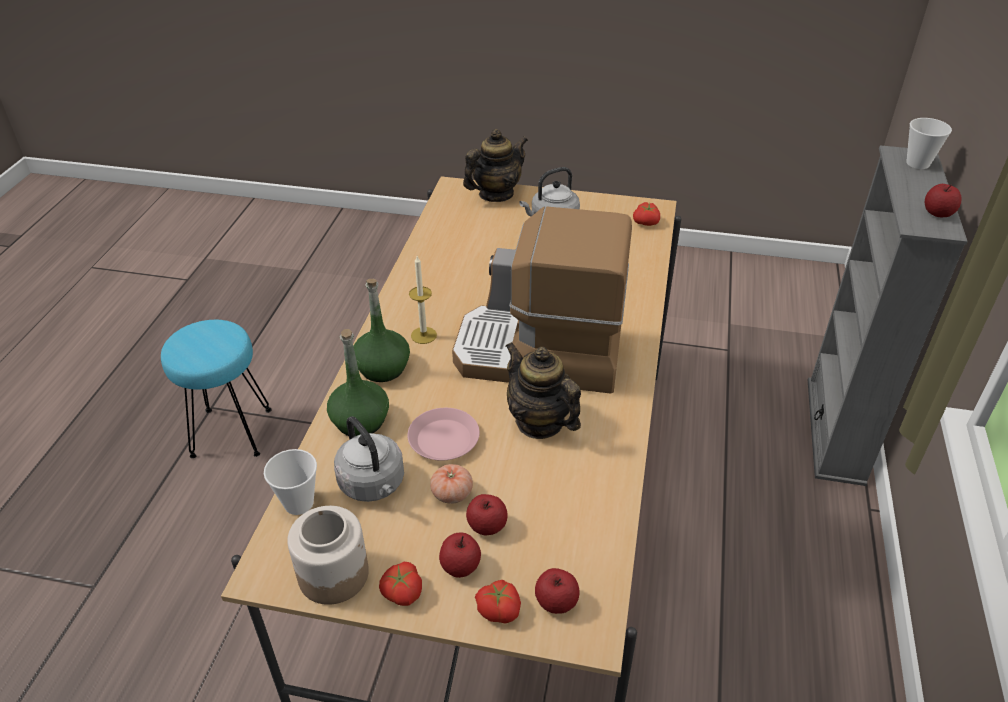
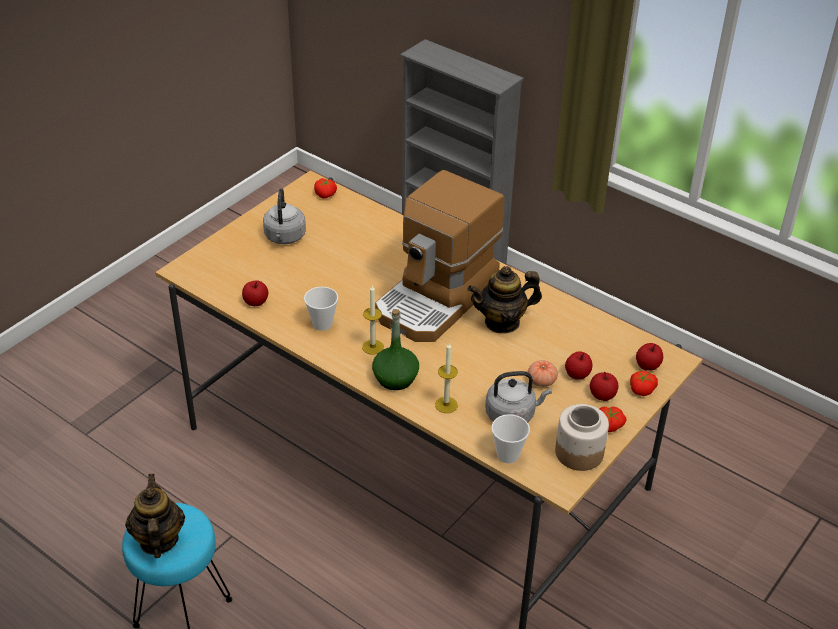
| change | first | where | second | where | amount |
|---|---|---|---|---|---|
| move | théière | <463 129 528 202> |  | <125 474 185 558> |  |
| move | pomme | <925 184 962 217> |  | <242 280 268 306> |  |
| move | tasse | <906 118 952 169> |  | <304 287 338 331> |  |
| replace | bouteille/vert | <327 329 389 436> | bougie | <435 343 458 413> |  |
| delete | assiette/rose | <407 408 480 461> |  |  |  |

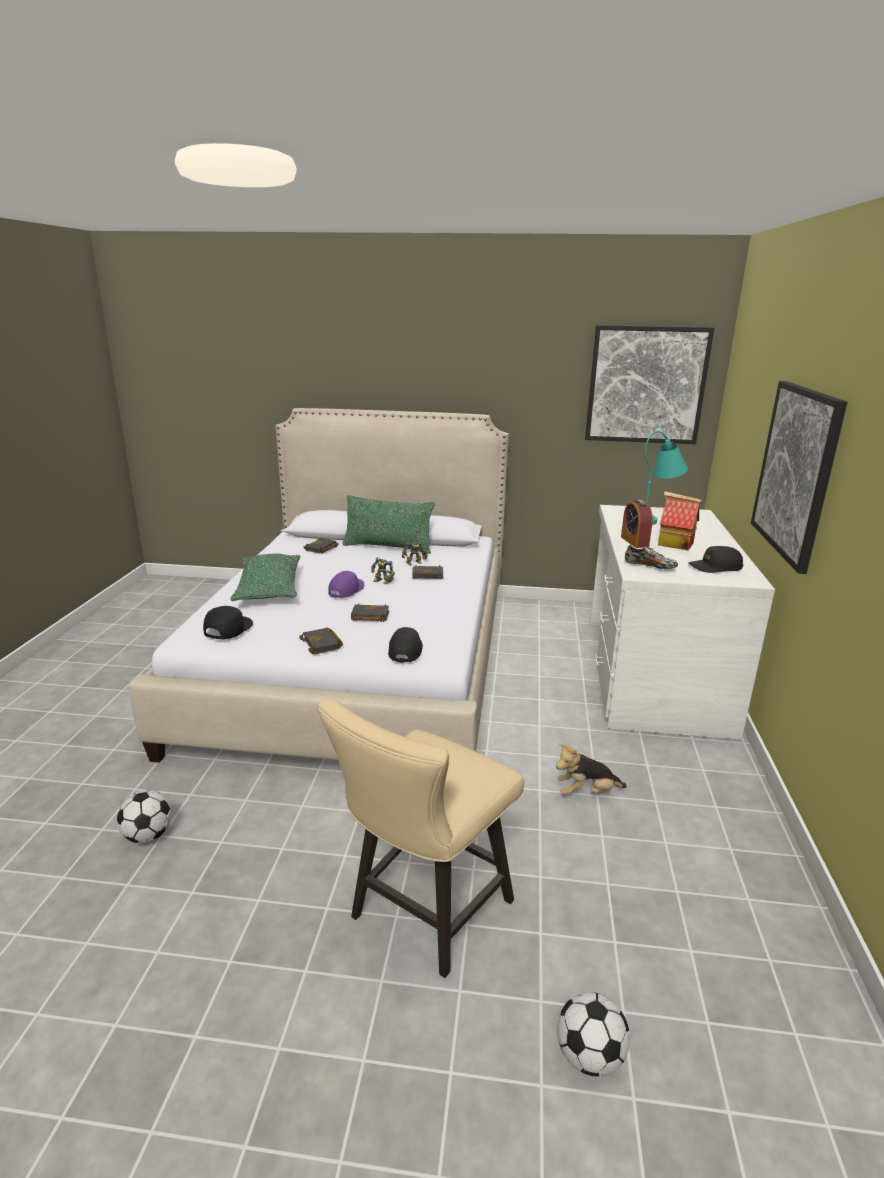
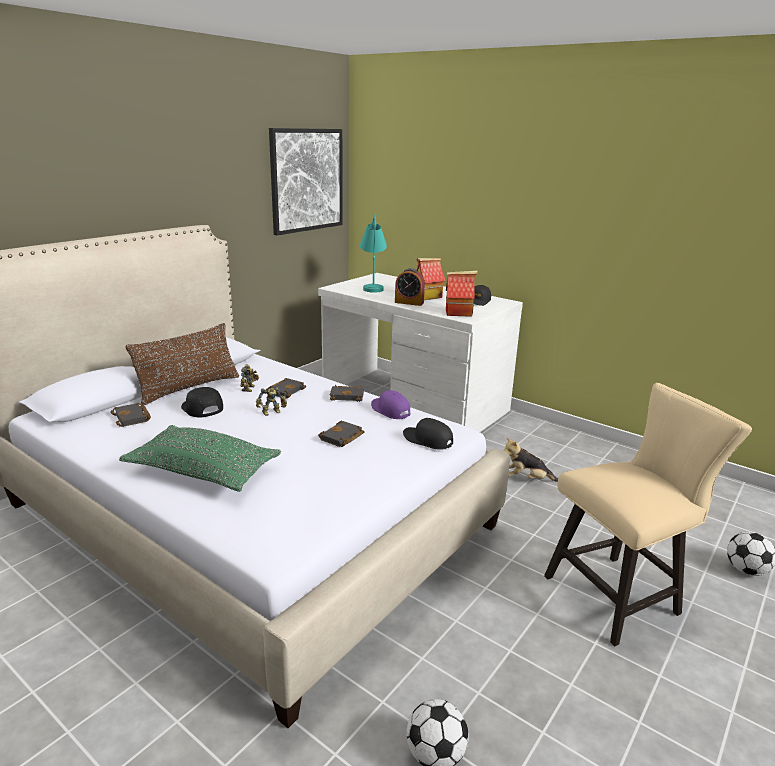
| change | first | where | second | where | amount |
|---|---|---|---|---|---|
| recolor | coussin/vert | <342 495 435 554> | coussin/marron | <126 323 239 405> |  |
| move | casquette/noir | <203 606 253 639> |  | <181 387 223 418> |  |
| move | livre/noir | <299 627 343 654> |  | <330 385 364 402> |  |
| move | casquette/violet | <328 571 364 598> |  | <371 390 410 419> |  |
| replace | chaussure | <625 545 678 569> | maison miniature | <446 271 478 317> |  |
| rotate | peluche | <556 744 627 795> |  | <503 437 558 482> | 75 degrees clockwise |
| rotate | chaise/beige | <317 699 524 978> |  | <544 383 752 647> | 90 degrees counterclockwise |
| delete | tableau | <751 381 847 574> |  |  |  |

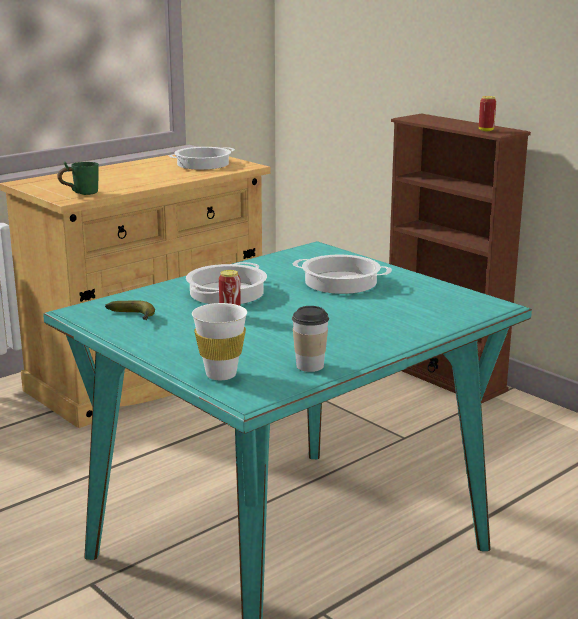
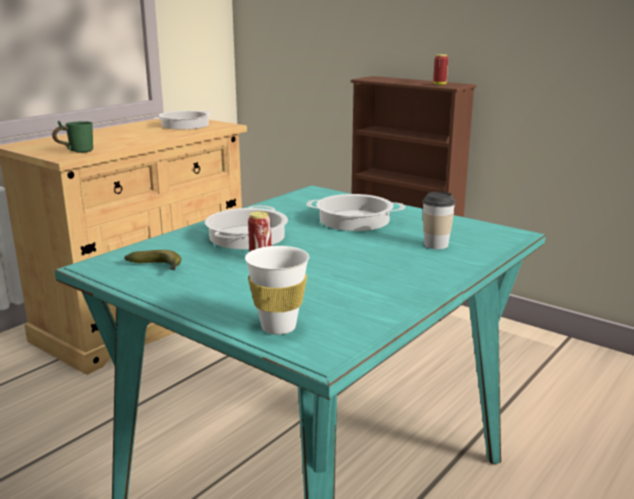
| change | first | where | second | where | amount |
|---|---|---|---|---|---|
| move | tasse | <292 306 329 372> |  | <422 192 456 249> |  |

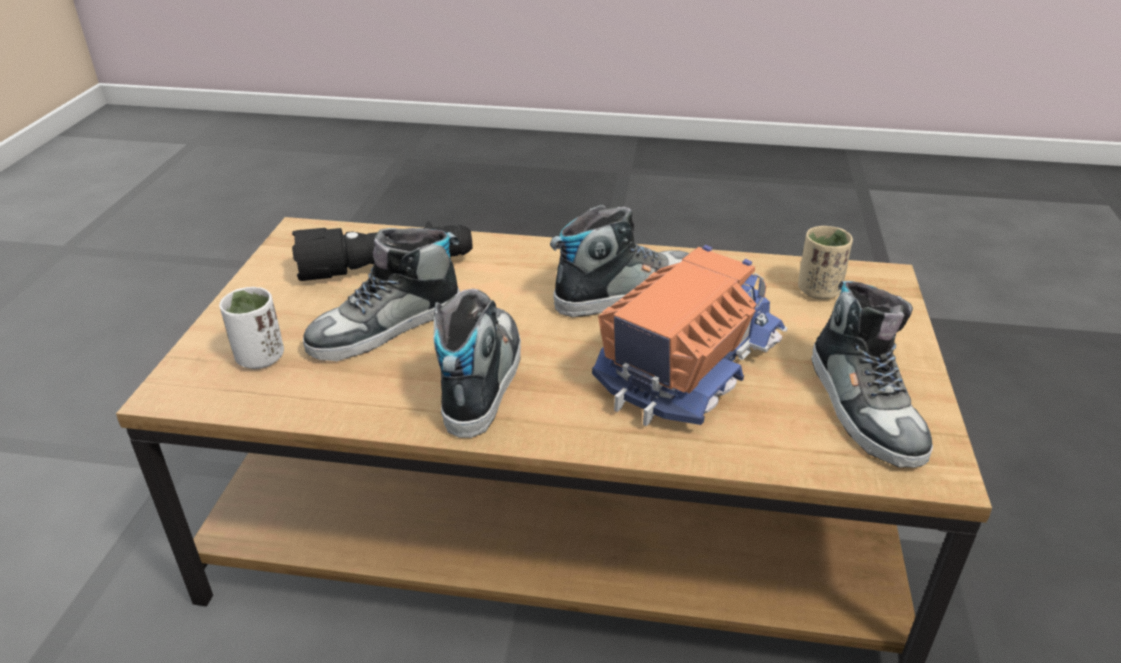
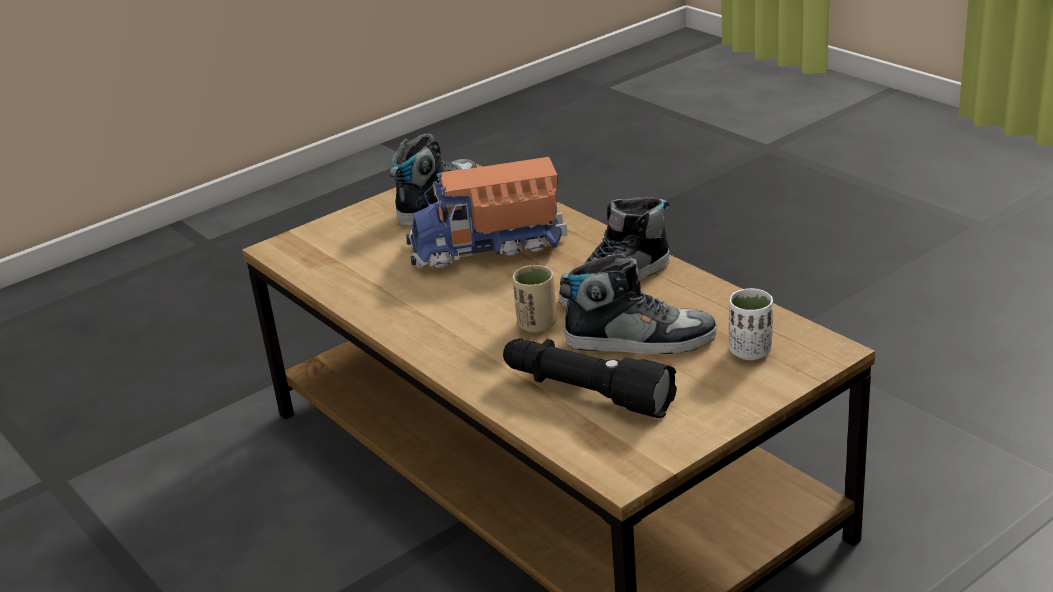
| change | first | where | second | where | amount |
|---|---|---|---|---|---|
| move | tasse/beige | <798 226 853 300> |  | <512 265 557 333> |  |
| delete | chaussure | <550 205 690 317> |  |  |  |

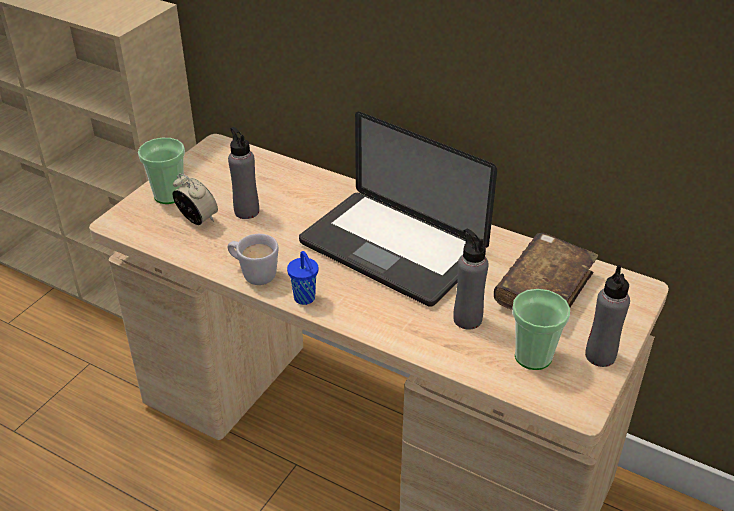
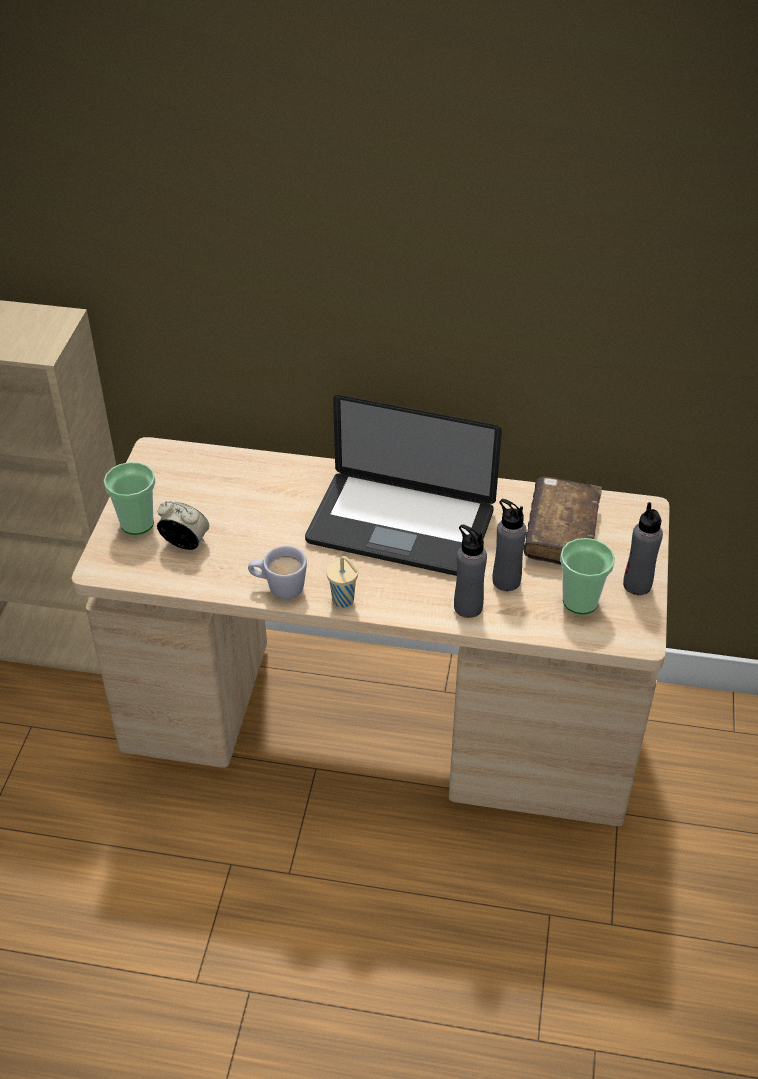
| change | first | where | second | where | amount |
|---|---|---|---|---|---|
| recolor | tasse/bleu | <287 251 318 305> | tasse/beige | <326 556 358 608> |  |
| move | bouteille/gris | <228 127 259 219> |  | <454 525 487 618> |  |

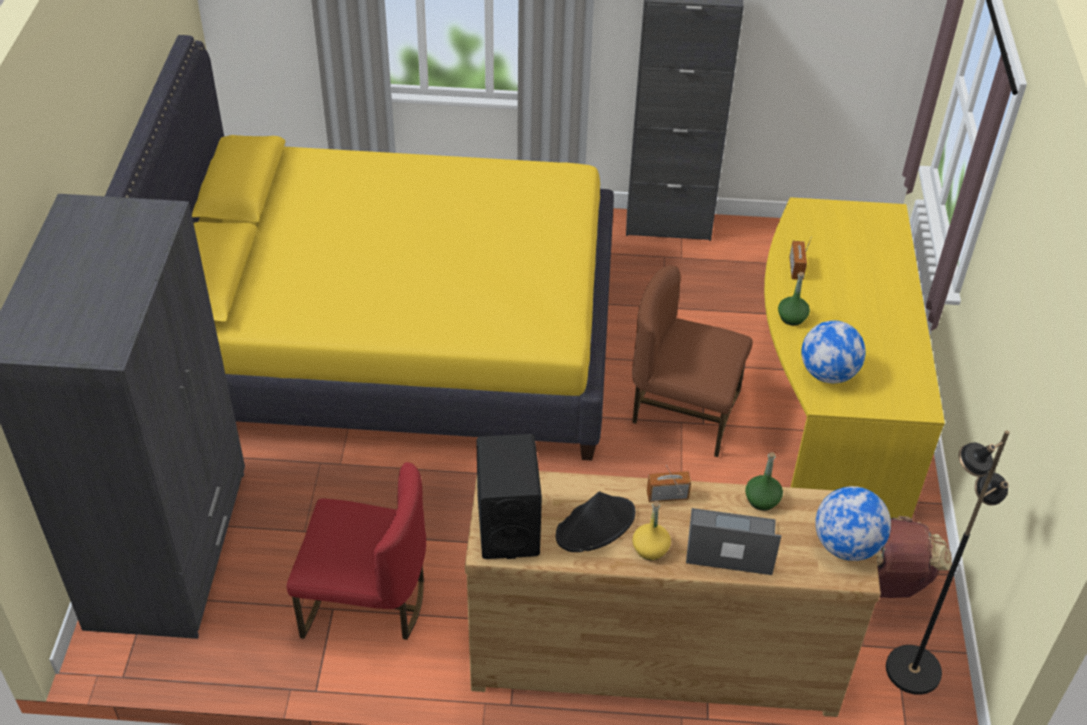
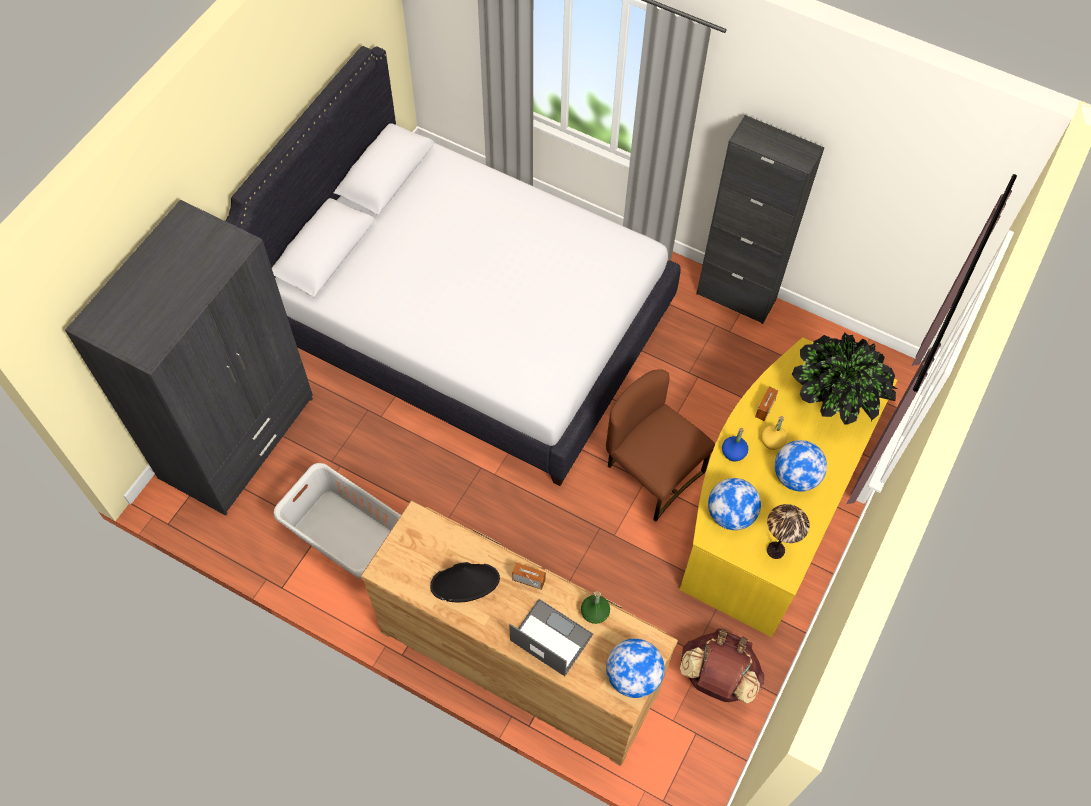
| change | first | where | second | where | amount |
|---|---|---|---|---|---|
| recolor | lit/jaune | <105 35 614 460> | lit/blanc | <225 46 681 486> |  |
| replace | chaise/rouge | <287 462 426 640> | panier à linge/gris | <273 463 401 579> |  |
| recolor | bouteille/vert | <778 272 810 326> | bouteille/bleu | <722 428 748 461> |  |
| move | bouteille/jaune | <632 501 671 560> |  | <761 416 787 450> |  |
| insert |  |  | lampe de table | <767 504 810 559> |  |
| insert |  |  | globe | <775 440 827 492> |  |
| insert |  |  | plante en pot | <792 333 897 424> |  |
| delete | enceinte/noir | <476 434 542 559> |  |  |  |
| delete | lampadaire/noir | <886 430 1010 695> |  |  |  |

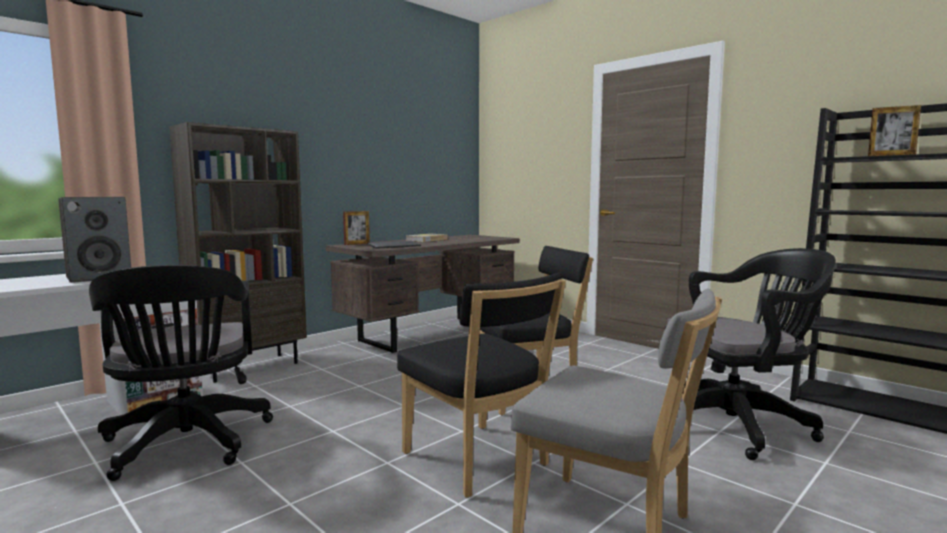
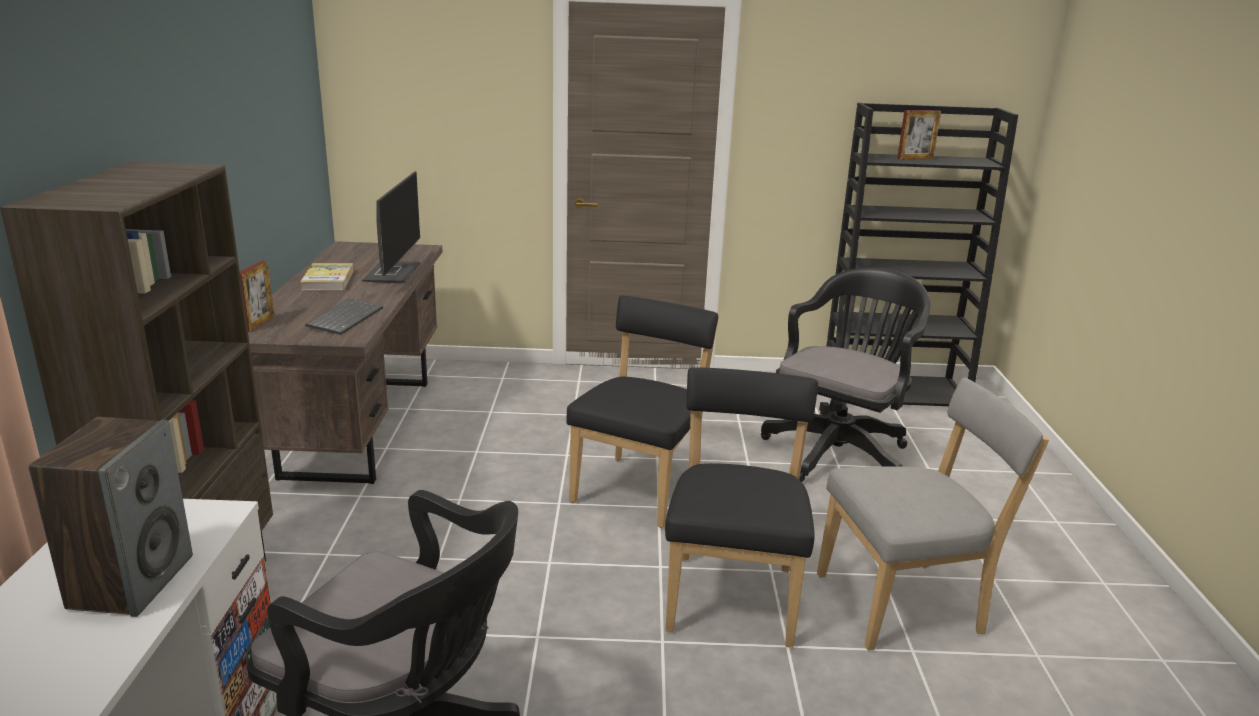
| change | first | where | second | where | amount |
|---|---|---|---|---|---|
| insert |  |  | écran d'ordinateur | <362 171 420 284> |  |
| rotate | chaise/noir | <397 273 566 498> |  | <665 367 818 648> | 90 degrees counterclockwise |

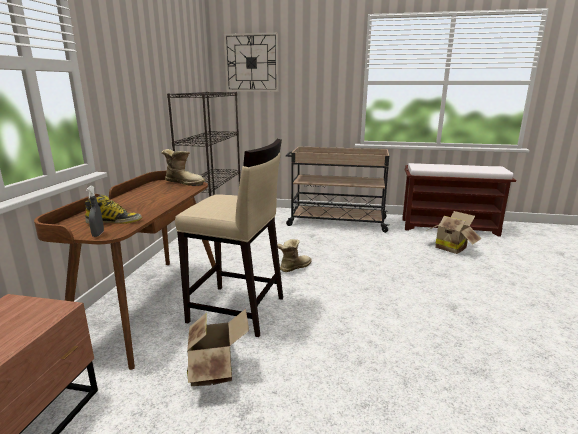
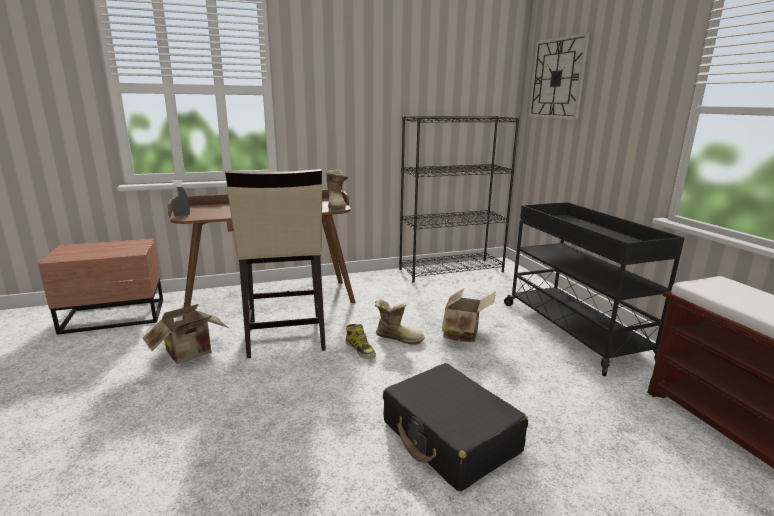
| change | first | where | second | where | amount |
|---|---|---|---|---|---|
| move | botte | <85 195 142 224> |  | <345 324 376 359> |  |
| insert |  |  | valise/noir | <383 363 528 492> |  |
| move | carton | <426 211 482 254> |  | <442 288 496 342> |  |
| recolor | chariot/beige | <286 147 389 233> | chariot/noir | <504 202 685 376> |  |

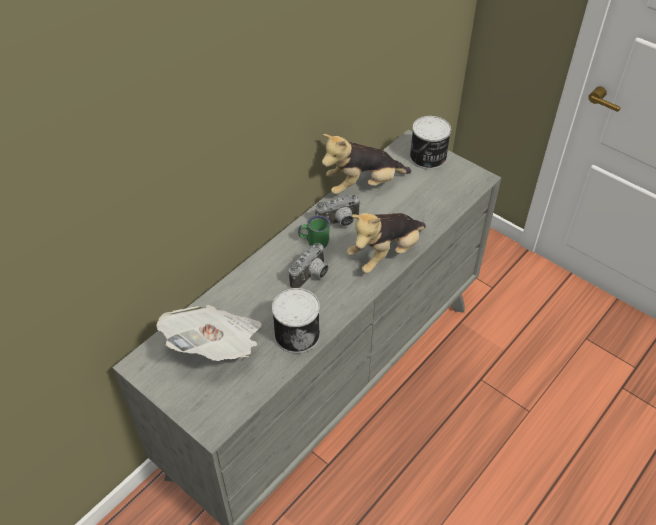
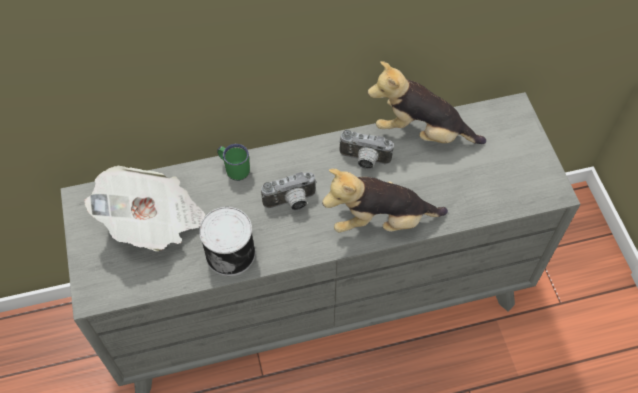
| change | first | where | second | where | amount |
|---|---|---|---|---|---|
| move | mug/vert | <298 215 330 248> |  | <217 144 250 181> |  |
| delete | boîte métallique | <410 116 451 170> |  |  |  |

